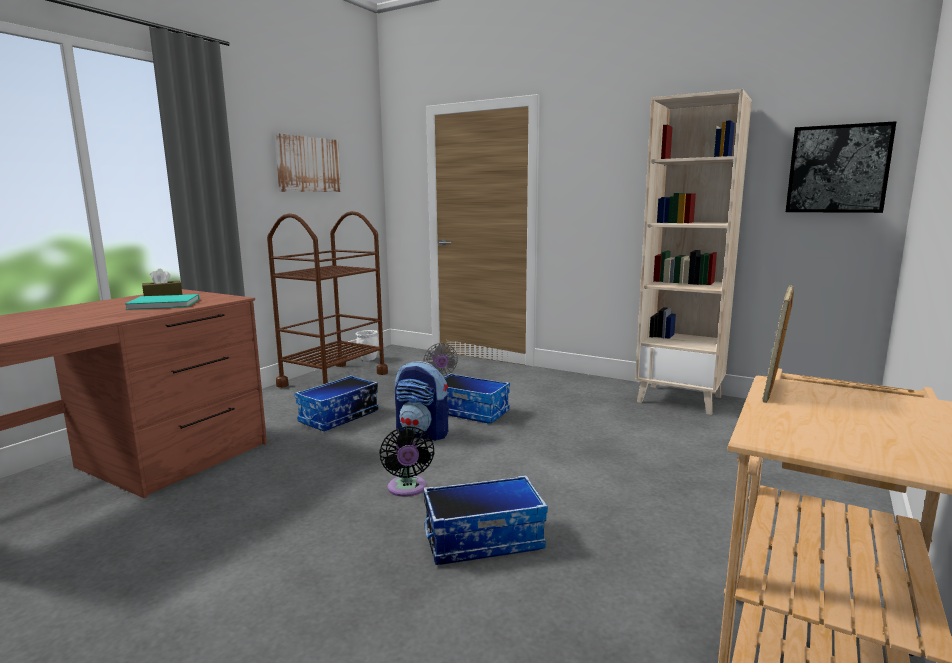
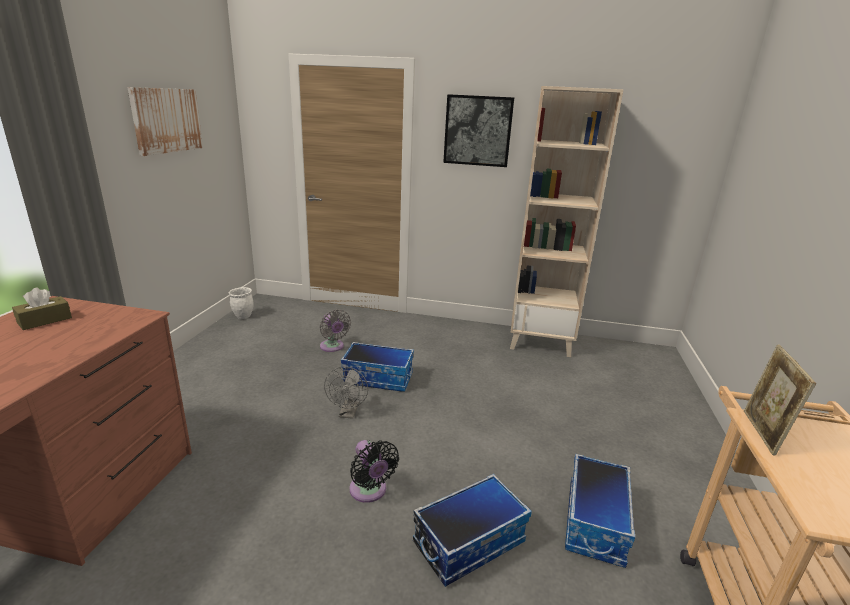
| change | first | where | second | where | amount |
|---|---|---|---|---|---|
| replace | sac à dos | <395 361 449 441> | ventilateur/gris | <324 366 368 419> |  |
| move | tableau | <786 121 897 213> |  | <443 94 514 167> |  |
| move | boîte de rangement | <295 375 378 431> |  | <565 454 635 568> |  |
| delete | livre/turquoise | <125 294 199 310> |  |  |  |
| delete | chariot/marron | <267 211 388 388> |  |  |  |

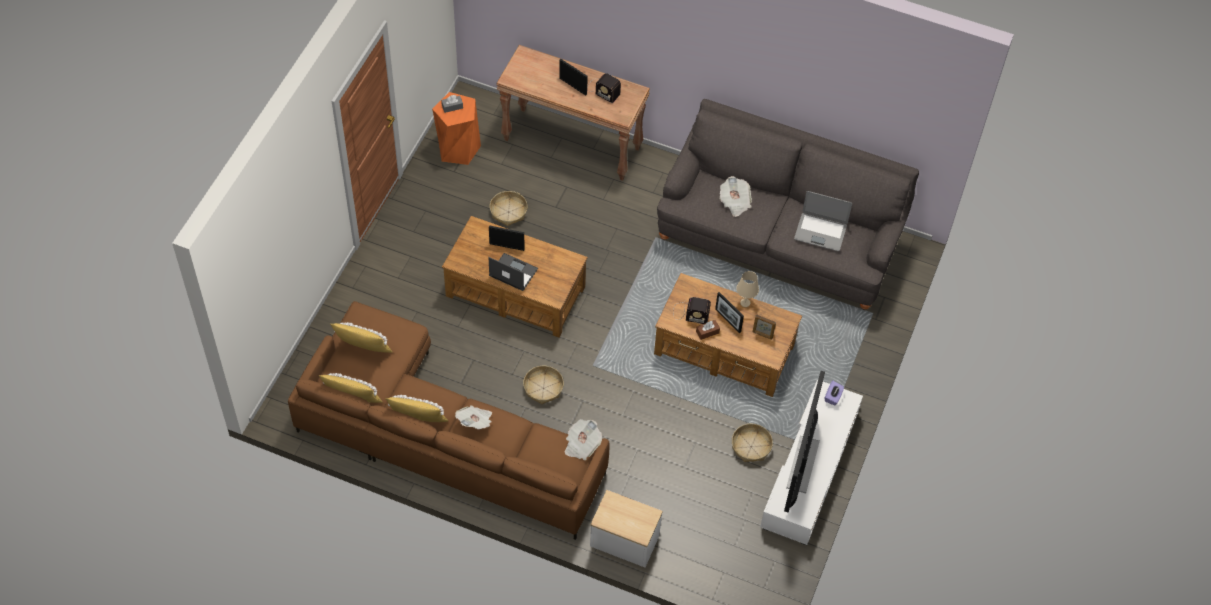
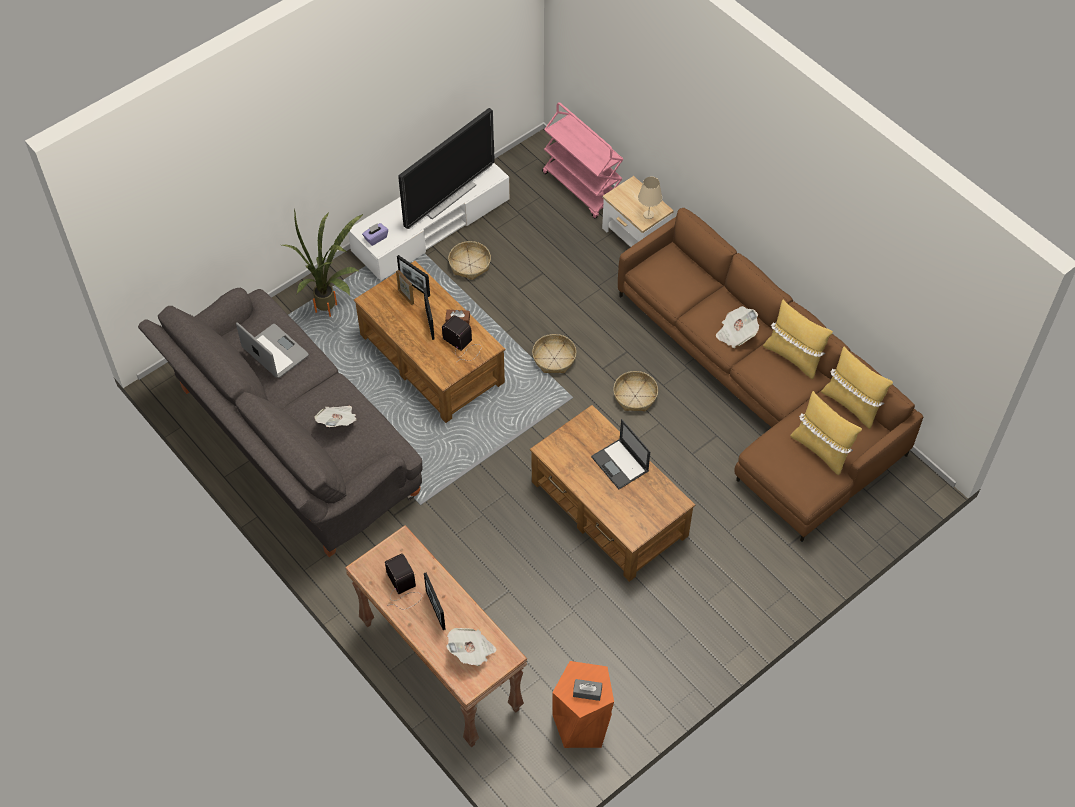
| change | first | where | second | where | amount |
|---|---|---|---|---|---|
| insert |  |  | plante en pot | <282 209 363 317> |  |
| move | cadre photo | <489 225 525 251> |  | <397 255 430 297> |  |
| move | journal | <565 419 602 460> |  | <446 628 497 666> |  |
| move | panier | <490 191 528 226> |  | <532 334 577 373> |  |
| insert |  |  | chariot/rose | <542 102 624 219> |  |
| move | lampe de table/beige | <736 271 759 307> |  | <638 177 662 219> |  |

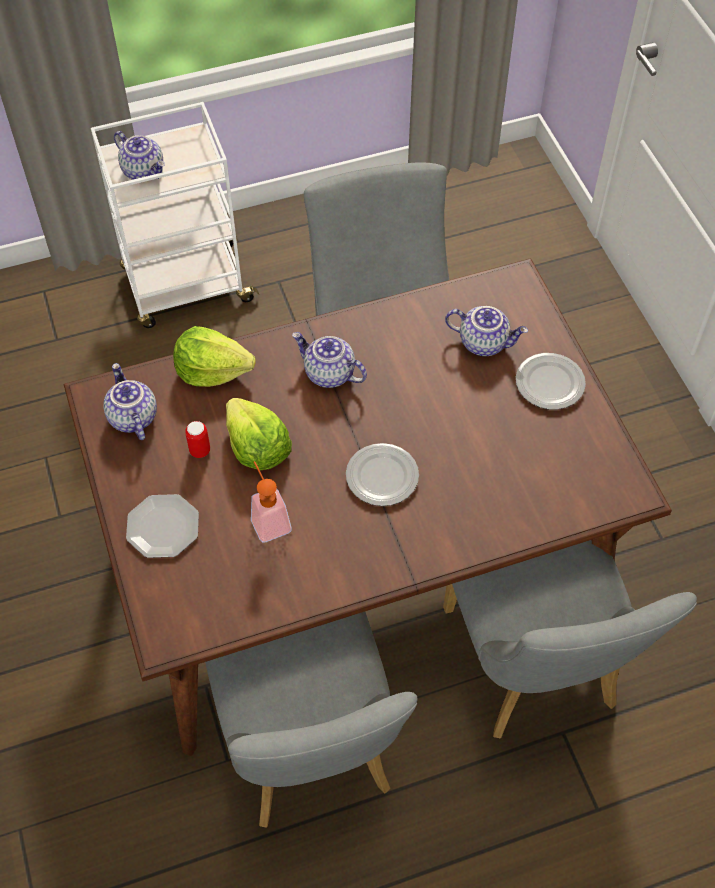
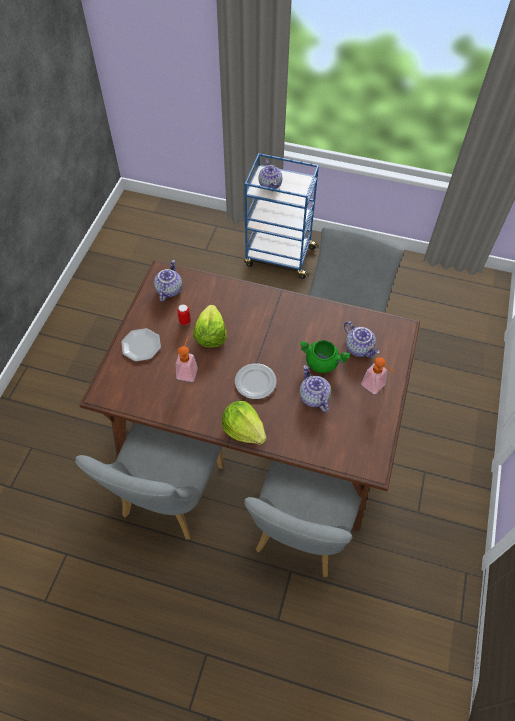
| change | first | where | second | where | amount |
|---|---|---|---|---|---|
| move | laitue | <173 326 256 387> |  | <222 401 267 445> |  |
| recolor | chariot/blanc | <91 102 259 328> | chariot/bleu | <244 153 319 279> |  |
| move | théière | <292 332 367 388> |  | <299 365 331 413> |  |
| insert |  |  | marmite/vert | <300 340 350 373> |  |
| replace | assiette | <516 353 586 409> | distributeur de savon | <361 357 395 394> |  |

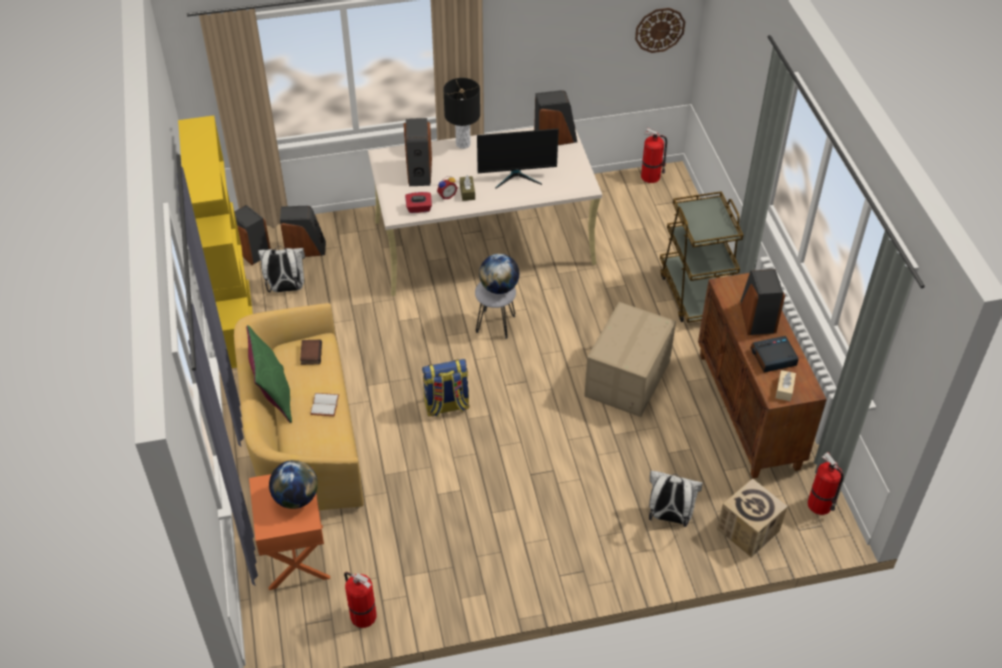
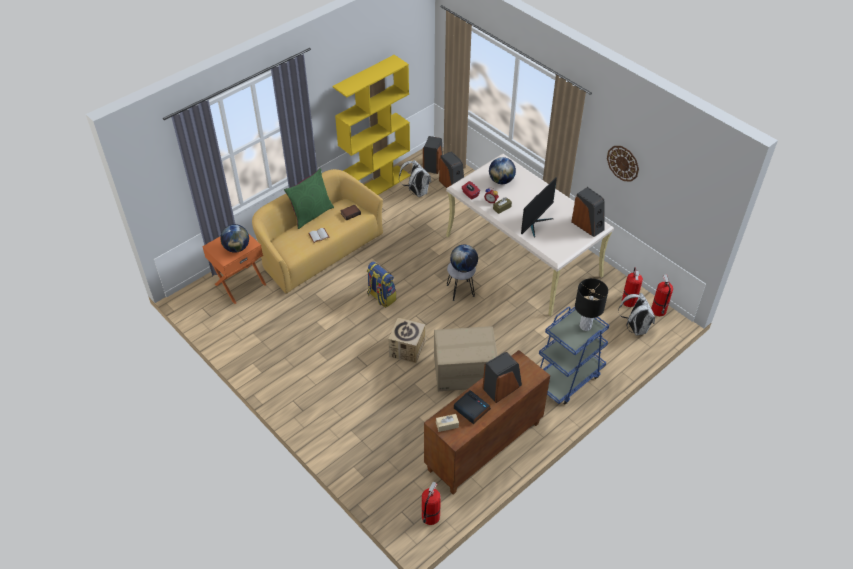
| change | first | where | second | where | amount |
|---|---|---|---|---|---|
| move | carton | <717 478 788 557> |  | <388 318 425 363> |  |
| replace | enceinte | <404 118 432 186> | globe | <489 157 516 184> |  |
| rotate | écran d'ordinateur | <477 129 559 189> |  | <521 177 557 237> | 105 degrees counterclockwise |
| recolor | chariot/marron | <660 191 743 323> | chariot/bleu | <539 307 609 405> |  |
| move | lampe de table/noir | <443 78 480 149> |  | <575 278 608 331> |  |
| move | horloge murale | <635 8 685 53> |  | <607 146 639 182> |  |
| move | sac à dos/blanc | <649 471 703 527> |  | <618 293 655 336> |  |
| move | extincteur | <344 572 376 628> |  | <622 267 643 307> |  |

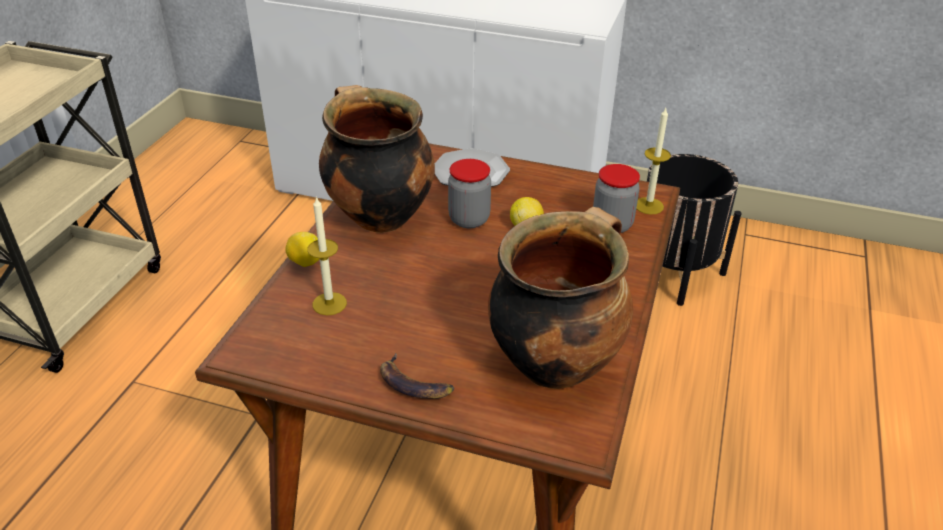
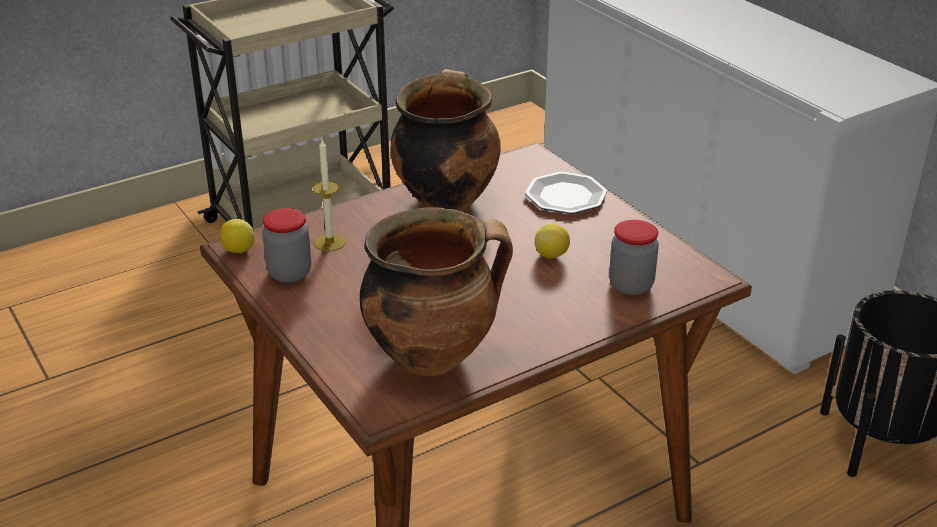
| change | first | where | second | where | amount |
|---|---|---|---|---|---|
| move | citron | <285 232 319 267> |  | <220 219 255 253> |  |
| move | bocal | <448 159 491 228> |  | <262 208 311 283> |  |
| delete | banane | <380 353 454 399> |  |  |  |
| delete | bougie | <636 108 671 215> |  |  |  |

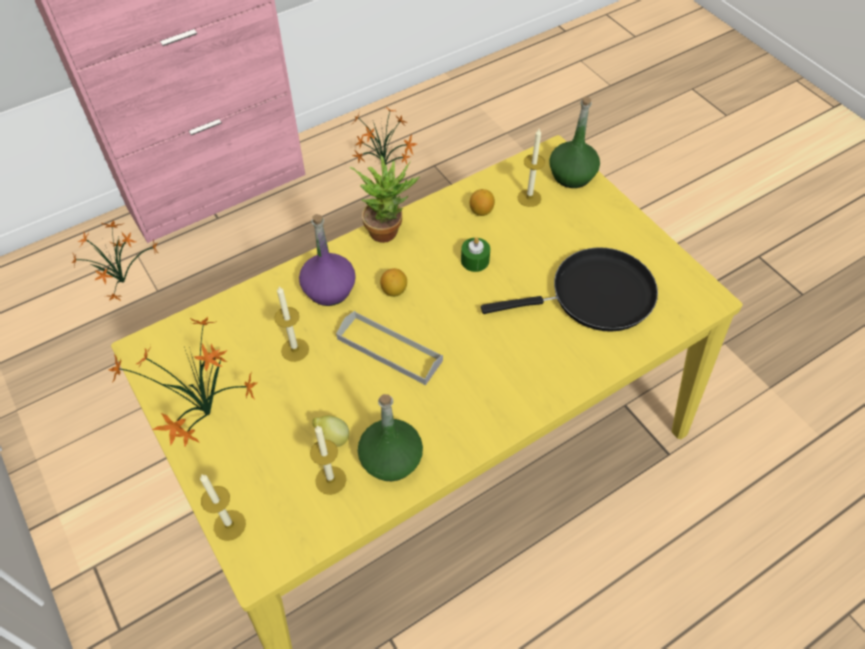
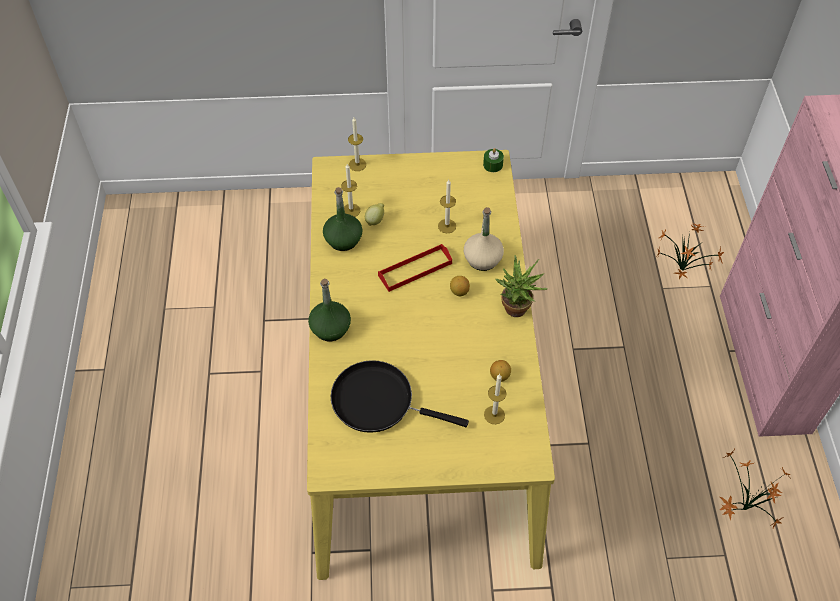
| change | first | where | second | where | amount |
|---|---|---|---|---|---|
| move | bouteille/vert | <549 97 600 188> |  | <308 279 351 341> |  |
| rotate | poêle/noir | <481 247 658 332> |  | <331 360 469 433> | 90 degrees clockwise |
| recolor | plateau/gris | <336 311 443 385> | plateau/rouge | <378 244 452 292> |  |
| recolor | bouteille/violet | <299 214 356 306> | bouteille/beige | <464 207 504 271> |  |
| move | bougie/vert | <461 237 490 272> |  | <483 148 504 172> |  |
| delete | plante en pot | <109 317 257 447> |  |  |  |

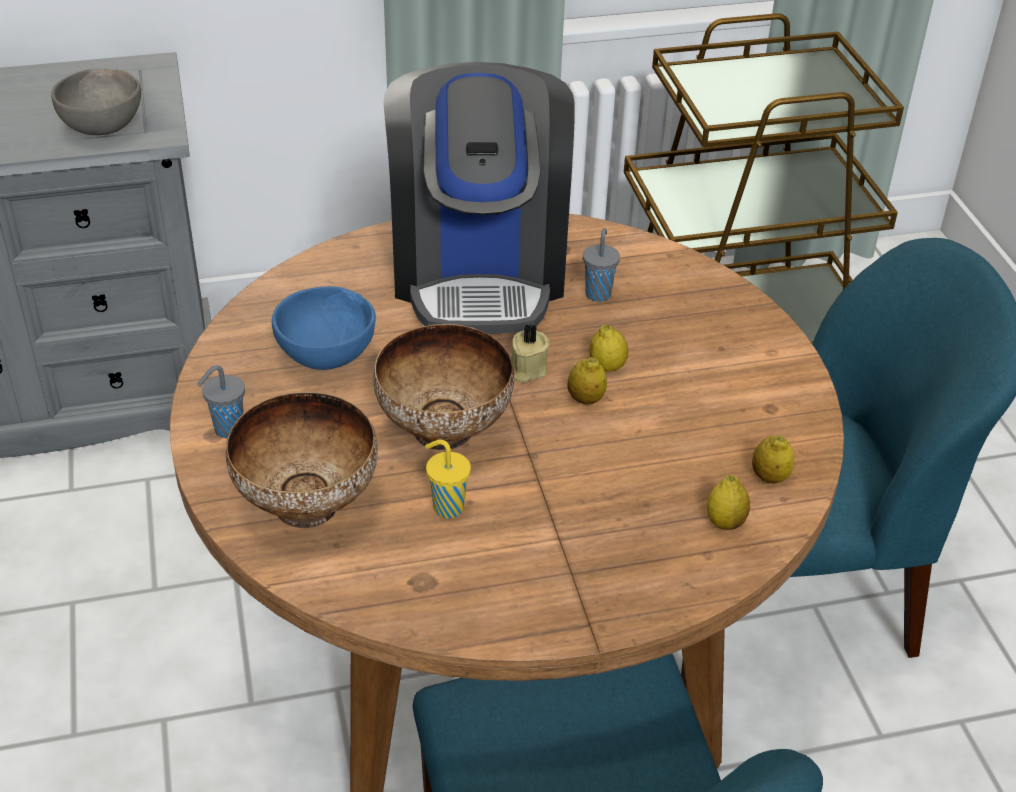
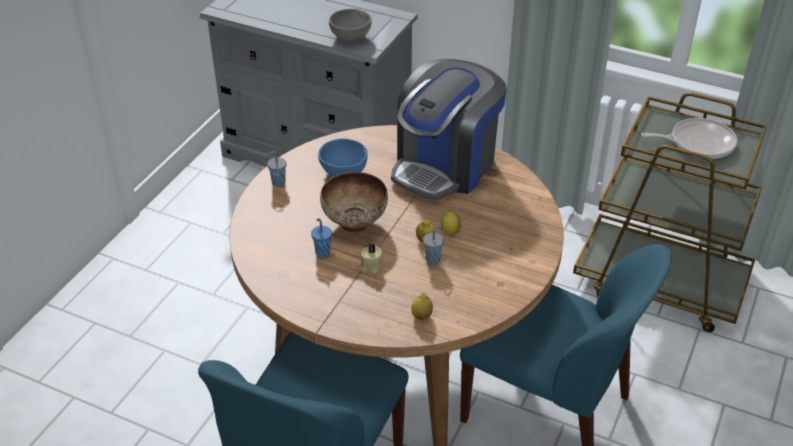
| change | first | where | second | where | amount |
|---|---|---|---|---|---|
| recolor | tasse/jaune | <425 440 471 518> | tasse/bleu | <311 218 332 257> |  |
| move | bougie/beige | <511 324 549 383> |  | <360 244 382 273> |  |
| move | tasse/gris | <583 228 620 302> |  | <423 226 444 265> |  |
| insert |  |  | poêle | <641 118 737 159> |  |
| delete | bol | <226 392 378 528> |  |  |  |
| delete | citron | <752 436 794 484> |  |  |  |

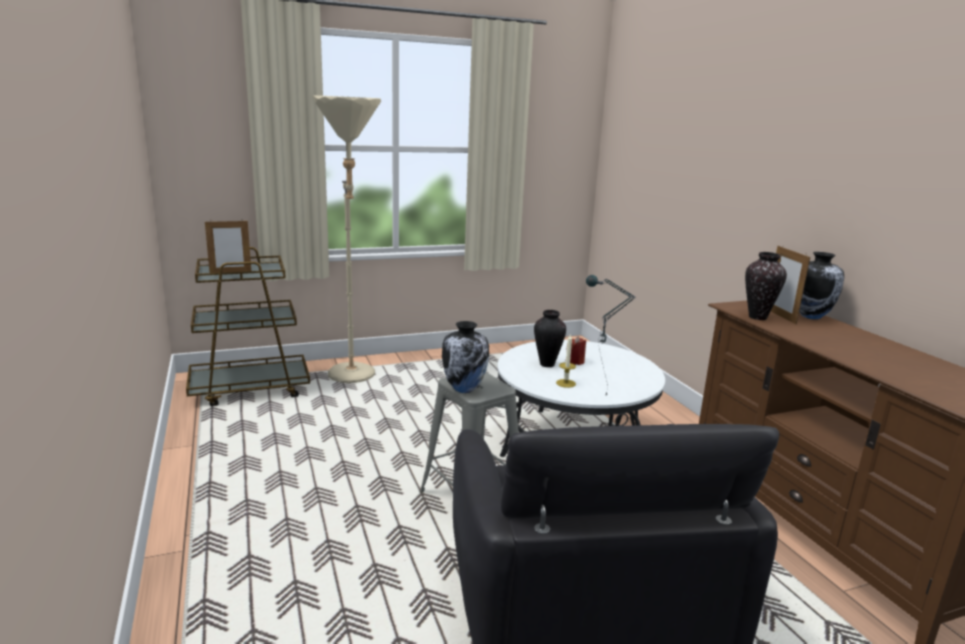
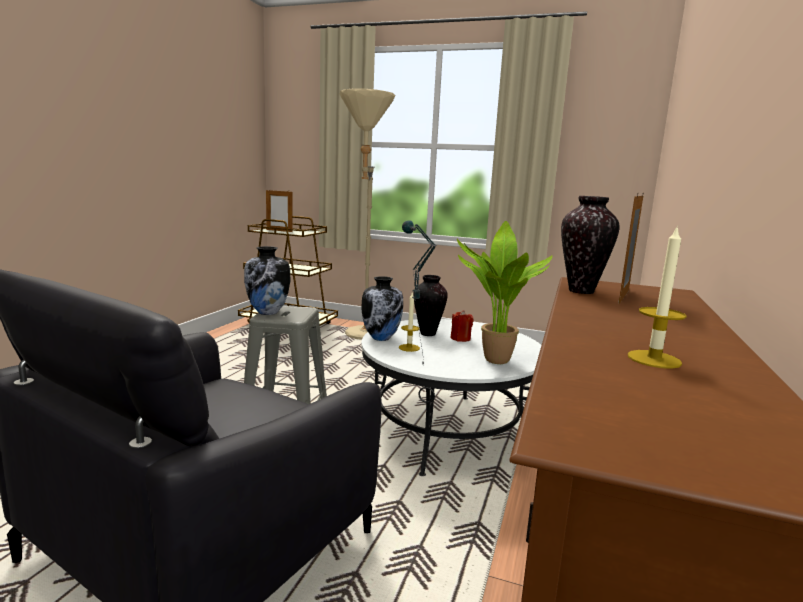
| change | first | where | second | where | amount |
|---|---|---|---|---|---|
| move | vase | <799 252 844 319> |  | <361 276 403 341> |  |
| insert |  |  | plante en pot | <457 221 553 364> |  |
| insert |  |  | bougie | <628 225 687 369> |  |

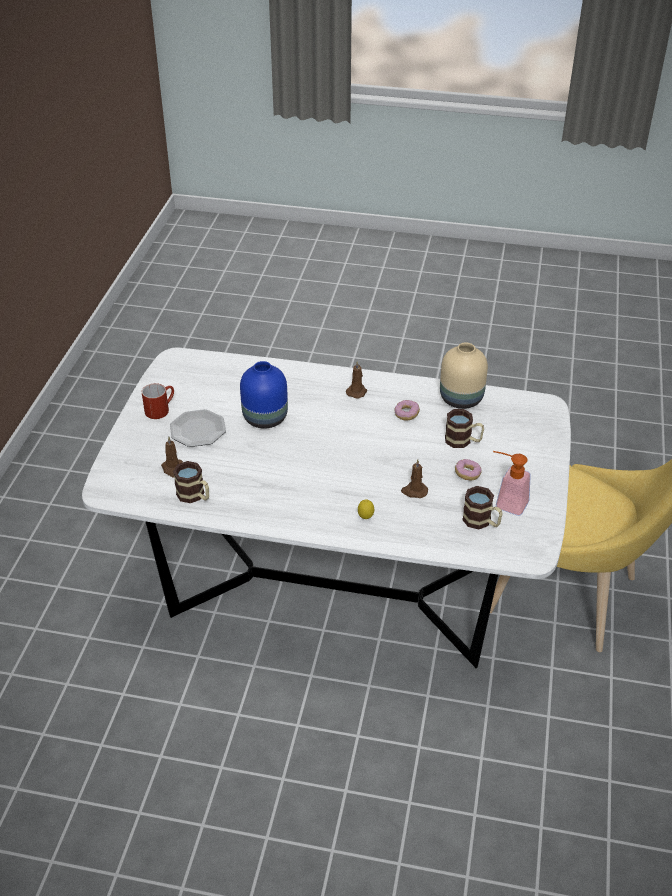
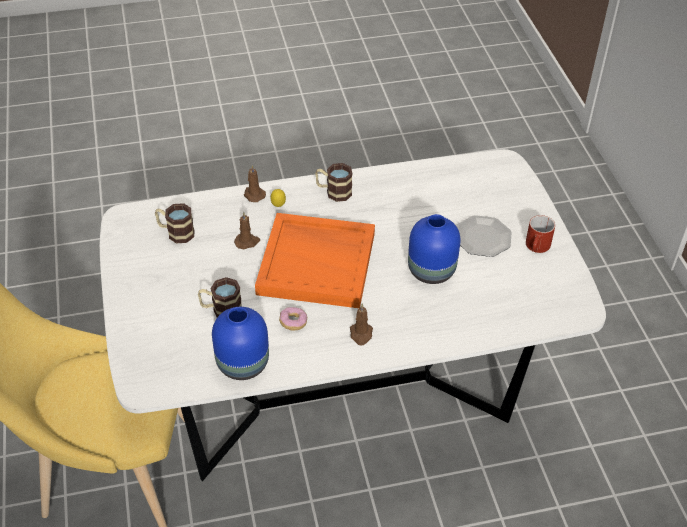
| change | first | where | second | where | amount |
|---|---|---|---|---|---|
| recolor | vase/beige | <440 342 488 409> | vase/bleu | <212 307 269 380> |  |
| move | bougie/marron | <161 436 183 477> |  | <244 165 266 202> |  |
| insert |  |  | plateau/orange | <255 213 375 308> |  |
| move | mug | <173 461 209 503> |  | <315 163 353 202> |  |
| delete | beignet | <455 459 482 480> |  |  |  |
| delete | distributeur de savon | <493 451 531 516> |  |  |  |

